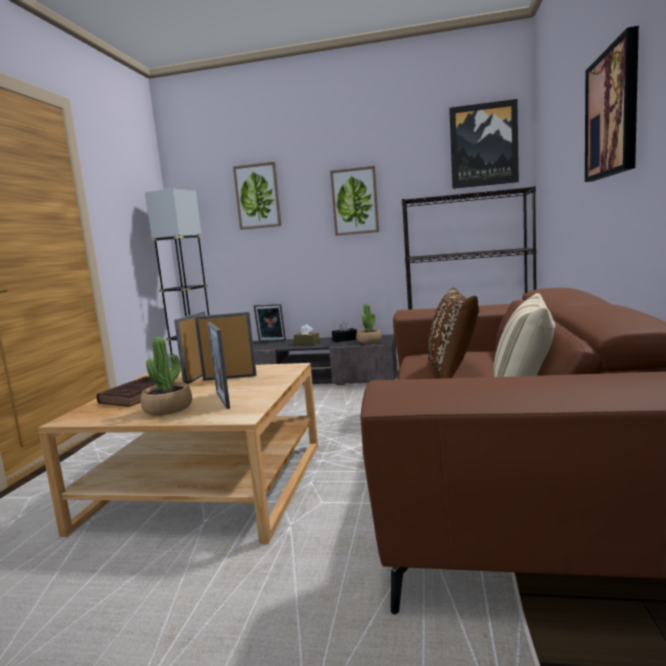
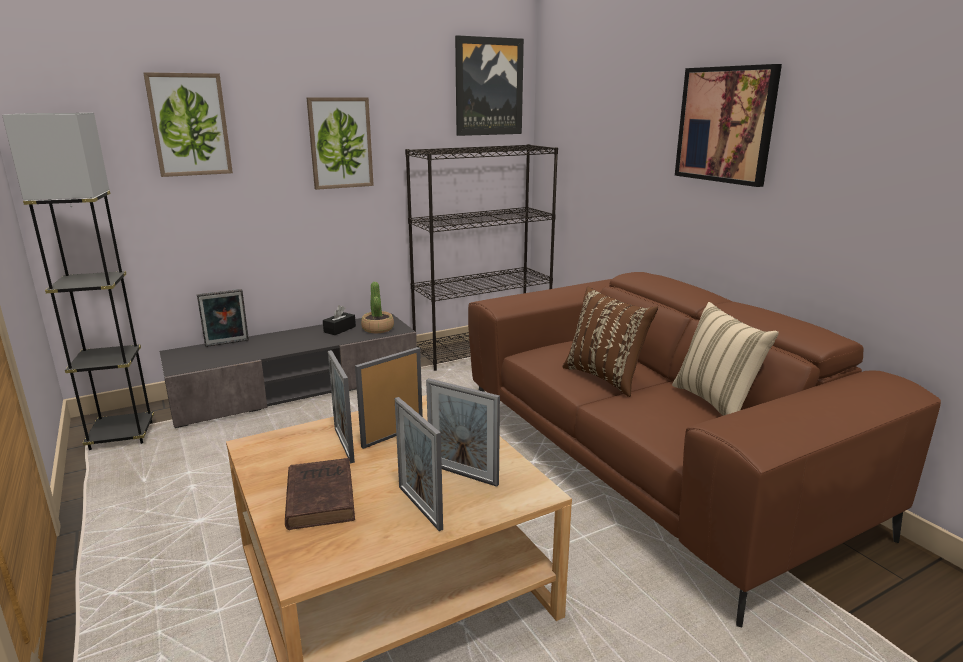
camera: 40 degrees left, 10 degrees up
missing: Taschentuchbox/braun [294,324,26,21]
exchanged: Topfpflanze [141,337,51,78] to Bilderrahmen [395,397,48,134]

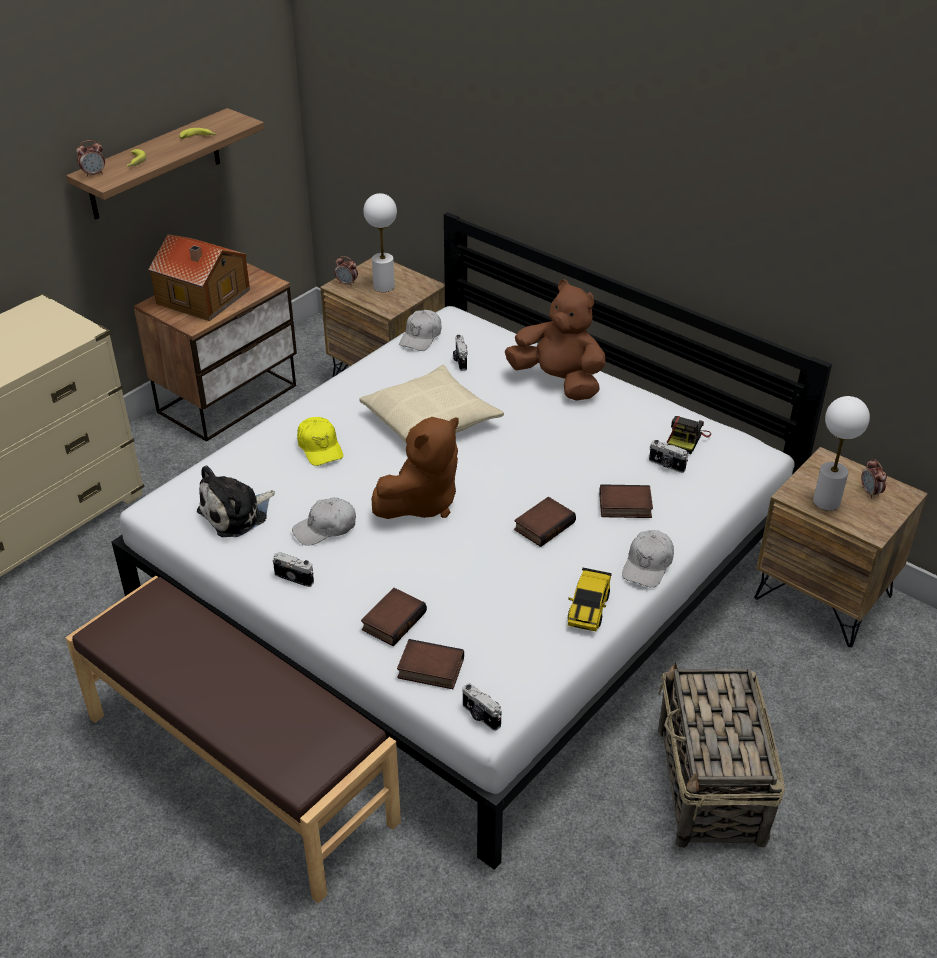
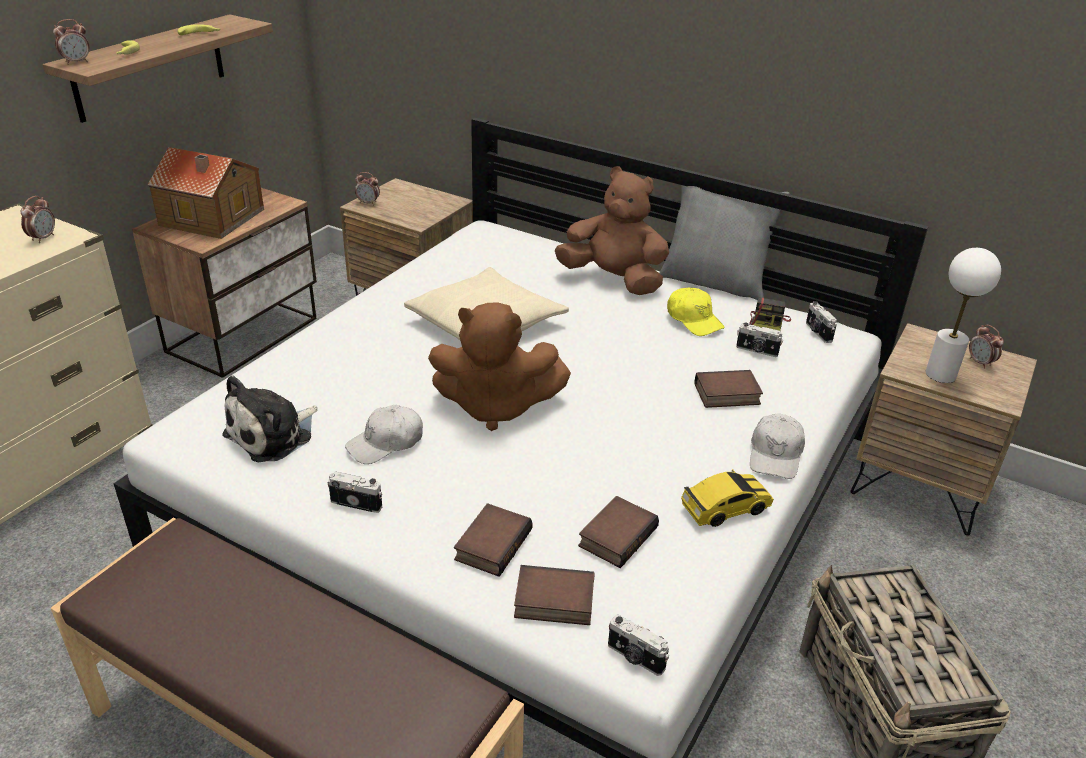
camera: 10 degrees left, 5 degrees down
missing: Tischlampe/weiß [363,193,34,99]; Kappe/weiß [399,310,43,41]
appeared: Wecker [20,196,35,47]; Kissen/grau [659,185,131,115]
relocated: Buch [514,497,62,50] to [578,496,81,72]; Kappe/gelb [297,417,46,49] to [667,287,58,49]; Kamera [453,335,15,36] to [806,301,31,42]
spun: Plüschtier/braun [371,417,88,102] = [428,302,143,129] 60 degrees clockwise; Spielzeugauto [568,568,44,63] = [681,469,93,58] 120 degrees counterclockwise

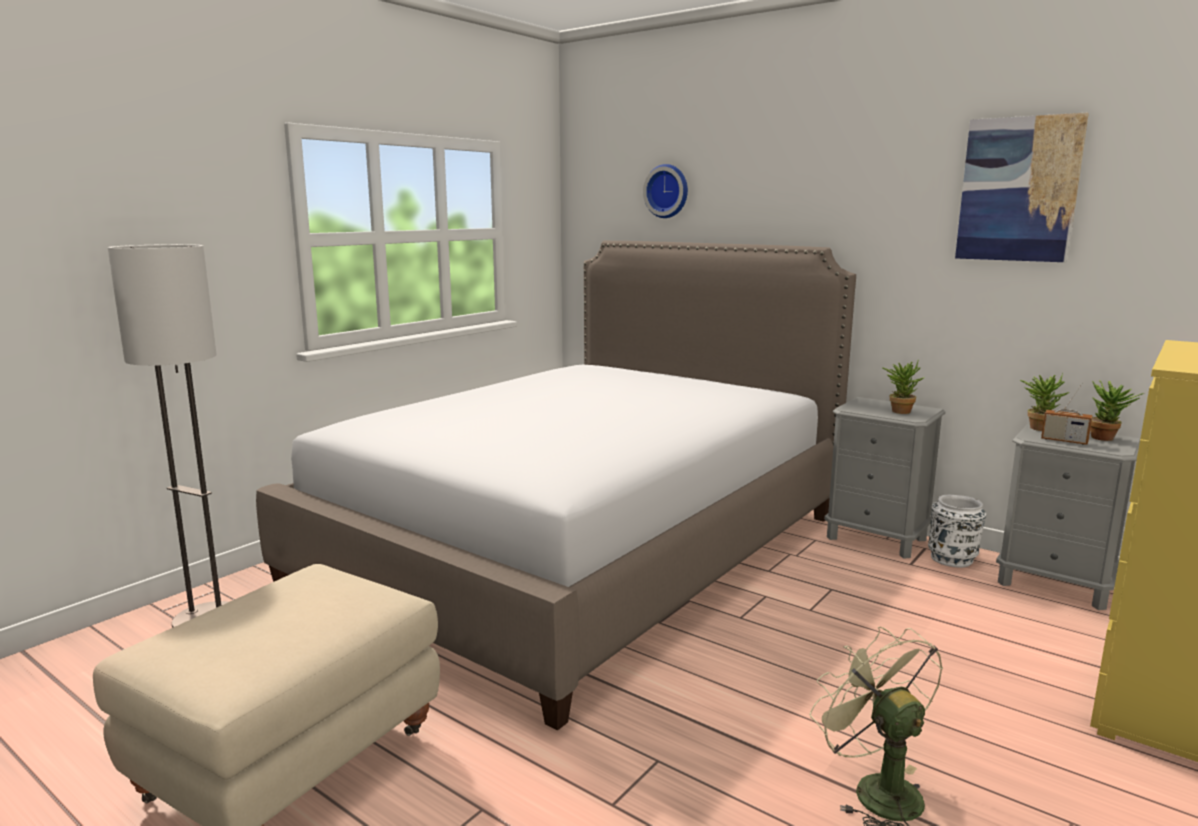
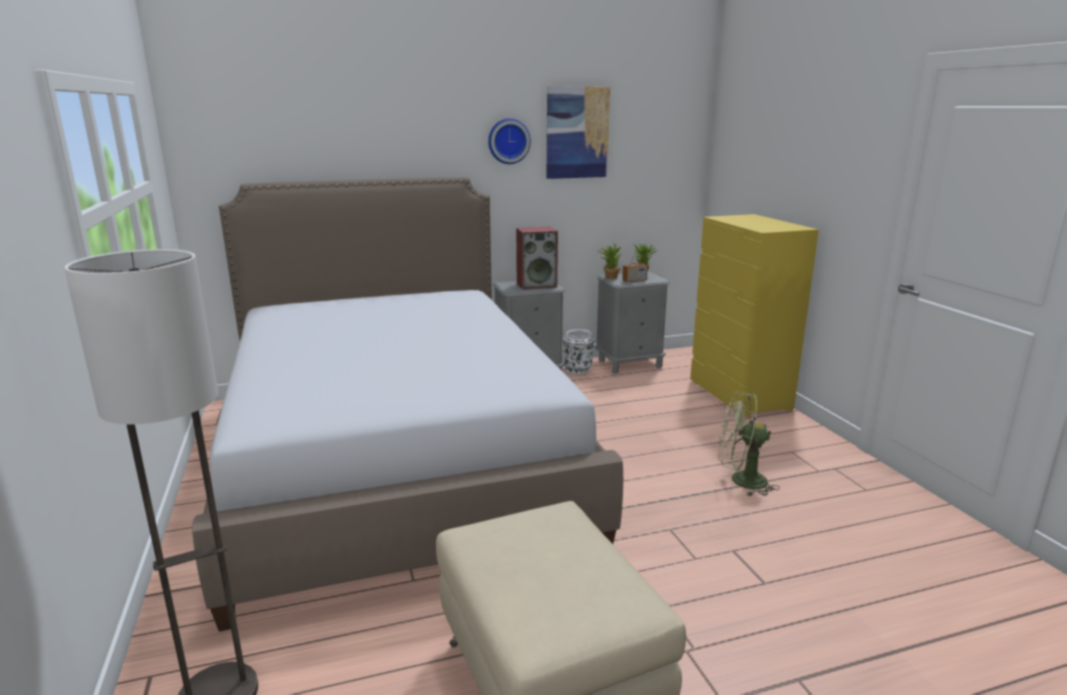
camera: 55 degrees left, 5 degrees up
relocated: Wanduhr [643,164,45,54] to [488,118,43,46]
exchanged: Topfpflanze [882,359,43,55] to Lautsprecher [516,227,42,63]

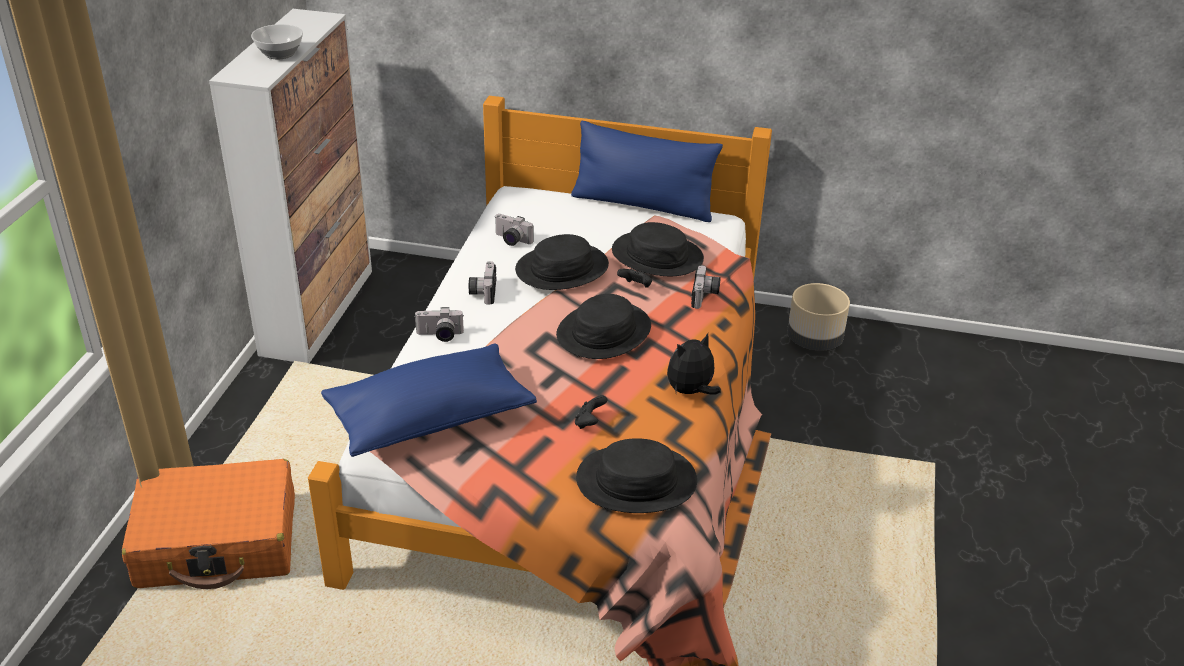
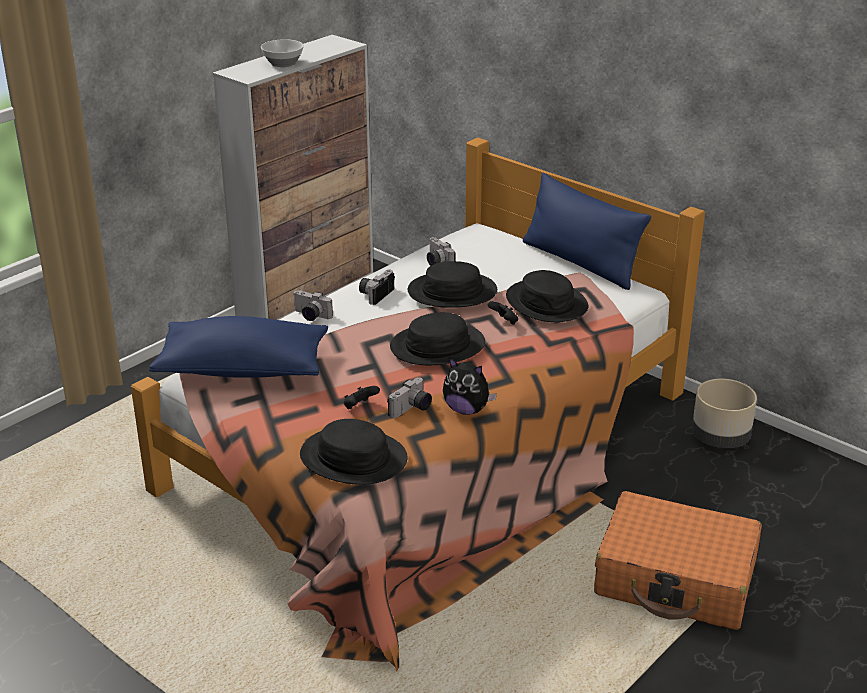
camera: 30 degrees right, 5 degrees down
relocated: Kamera [691,266,30,43] to [387,377,45,41]; Koffer/orange [122,459,173,130] to [594,491,168,139]
spun: Plüschtier [667,333,54,61] = [443,358,54,57] 150 degrees counterclockwise

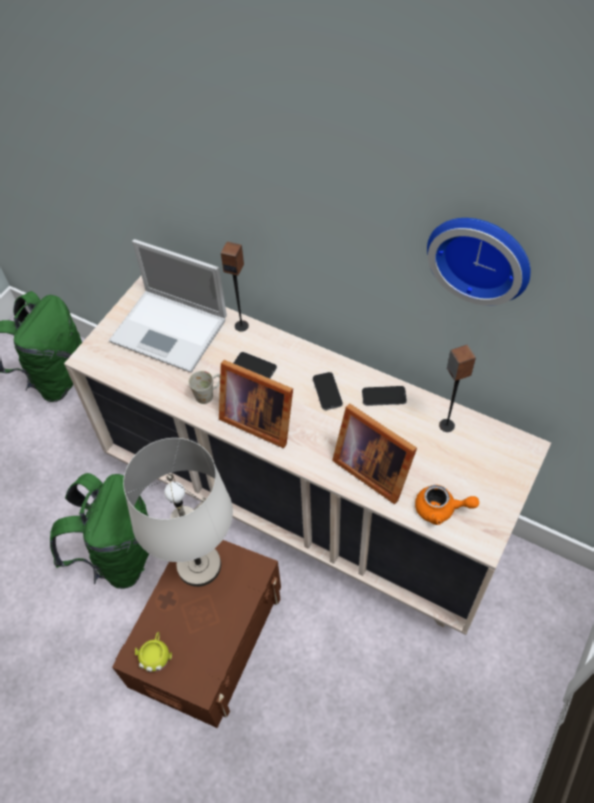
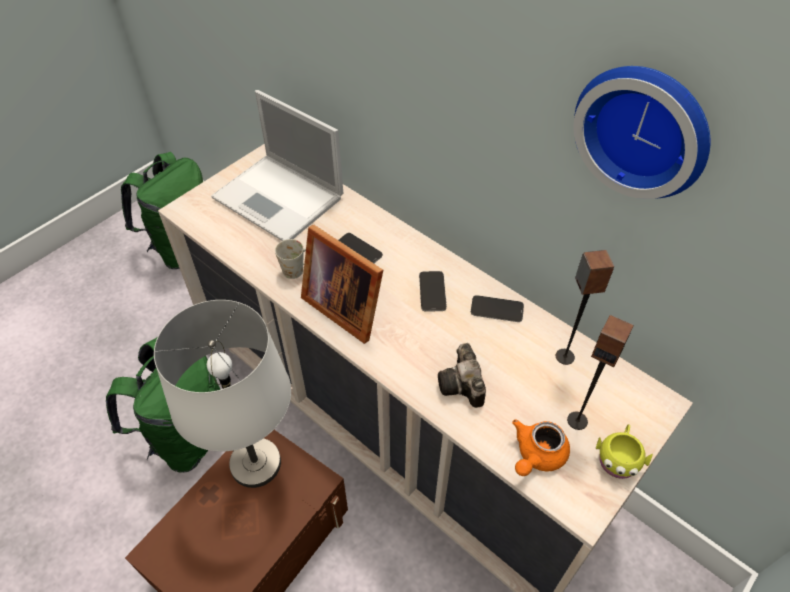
camera: 10 degrees right, 5 degrees down
relocated: Lautsprecher [221,241,28,91] to [567,315,67,115]; Henkelbecher/gelb [135,632,37,40] to [596,424,57,55]
exchanged: Bilderrahmen [332,404,85,100] to Kamera [438,343,48,65]
spun: Teekanne/orange [415,485,64,40] = [512,419,58,57] 105 degrees clockwise

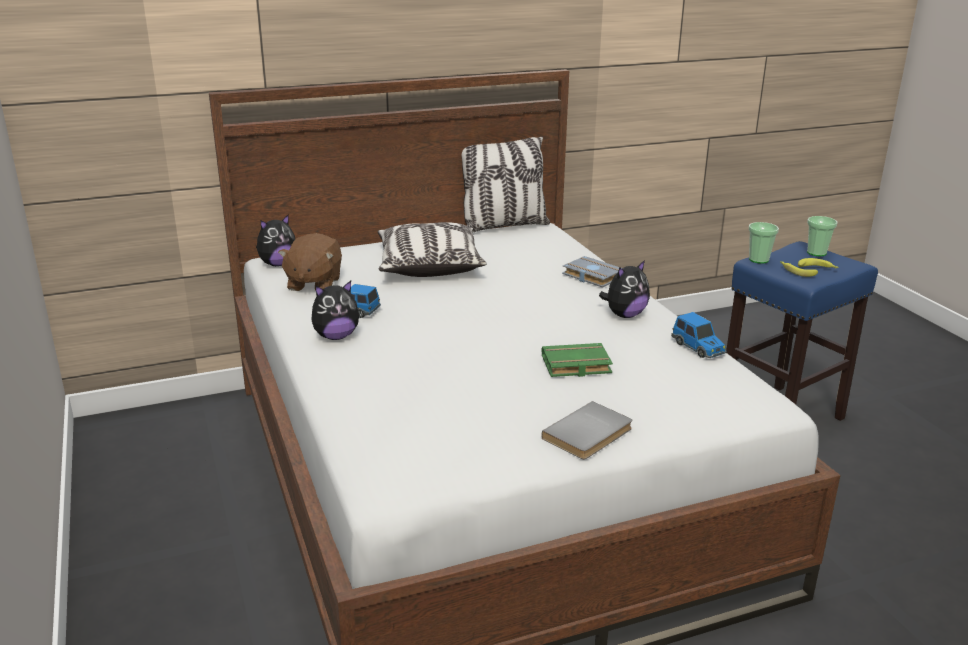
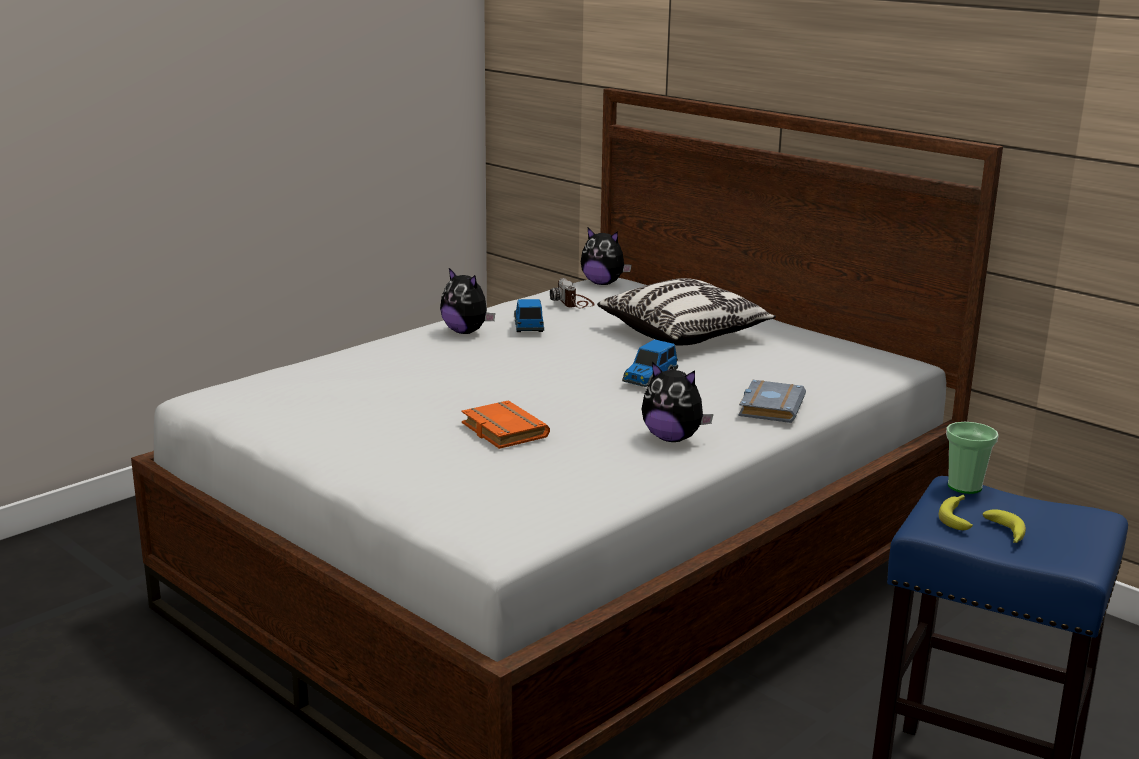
camera: 65 degrees right, 5 degrees down
missing: Kissen [462,137,88,96]; Buch/grau [541,401,91,58]; Tasse [807,216,31,40]
relocated: Spielzeugauto [671,312,56,46] to [622,339,56,48]
exchanged: Plüschtier/braun [278,233,64,58] to Kamera [550,278,45,30]
colour: Buch/grün [542,343,71,34] to Buch/orange [462,400,88,49]

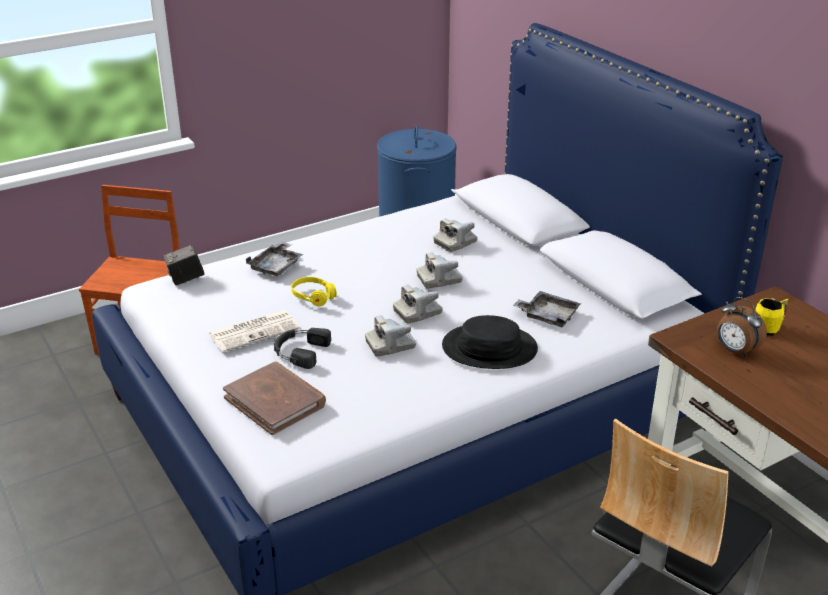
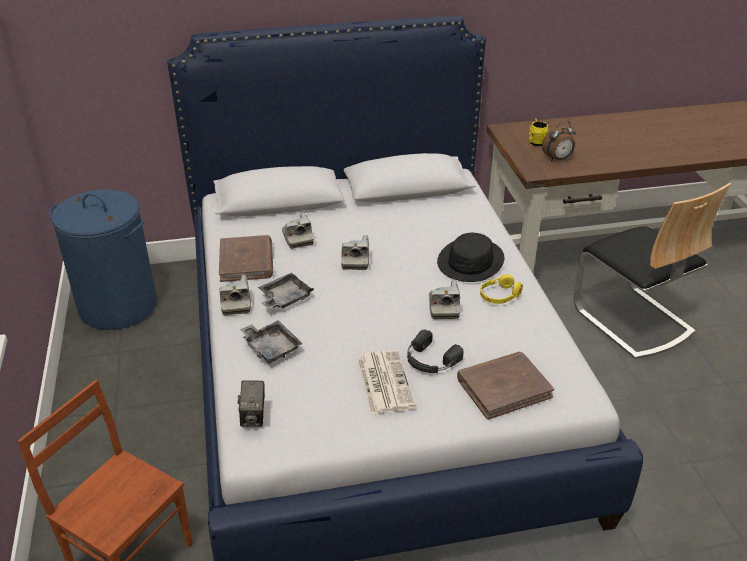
camera: 70 degrees left, 5 degrees up
appeared: Buch/braun [219,235,54,47]
relocated: Kamera [393,285,50,39] to [220,275,31,40]; Tablett/grau [513,291,68,36] to [258,273,56,36]; Kopfhörer/gelb [291,277,46,29] to [480,274,43,30]

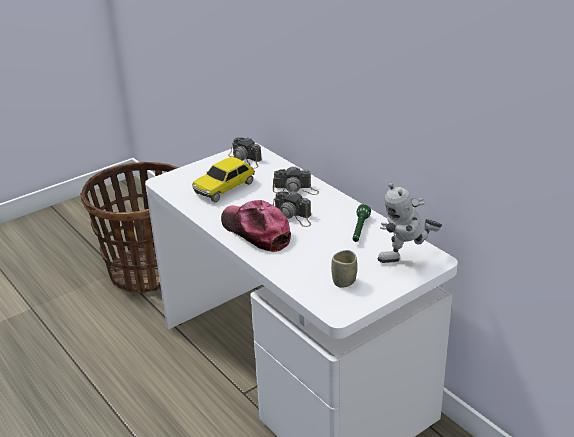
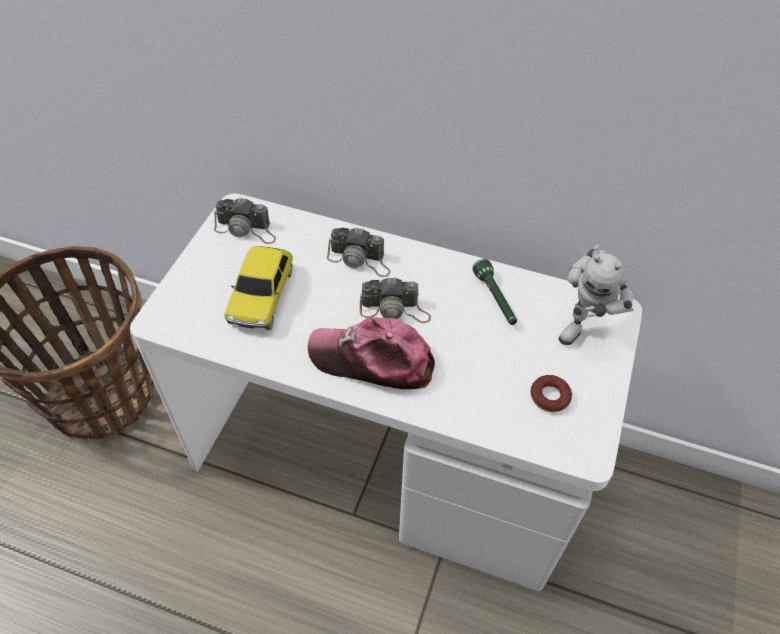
camera: 35 degrees left, 20 degrees up
exchanged: Tasse [331,250,26,38] to Donut [531,375,41,37]
spun: Kamera [273,166,46,29] = [327,228,64,49] 45 degrees clockwise

